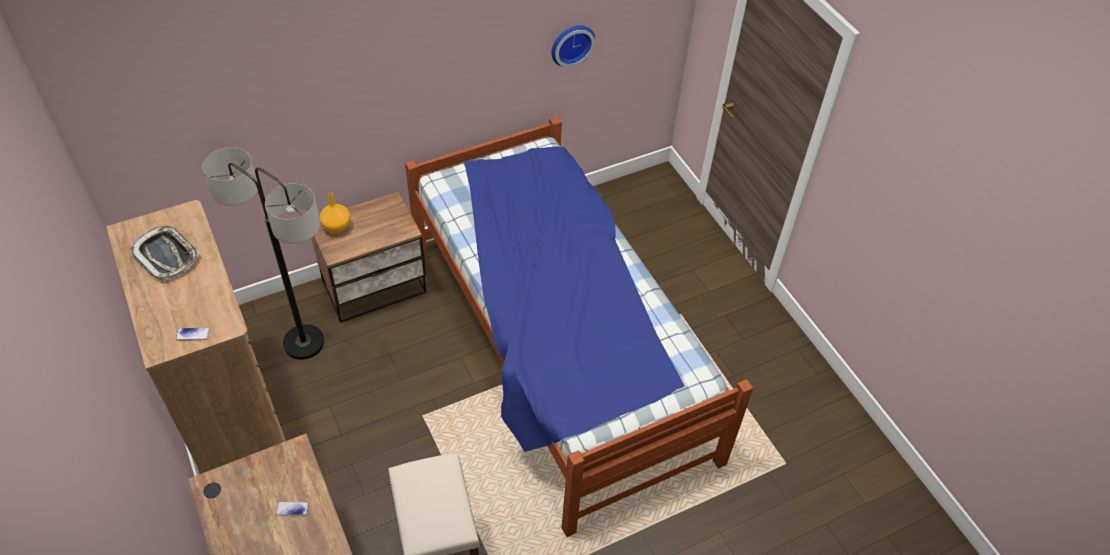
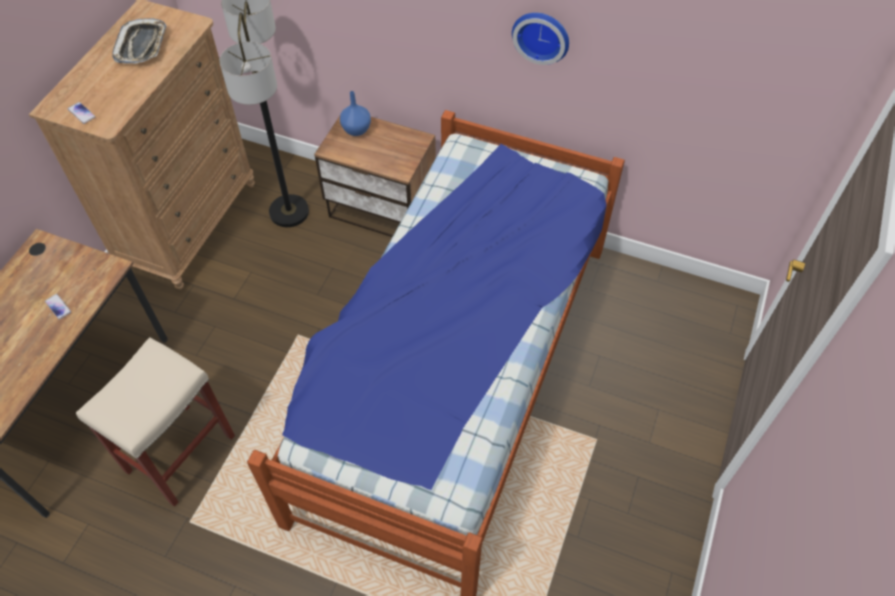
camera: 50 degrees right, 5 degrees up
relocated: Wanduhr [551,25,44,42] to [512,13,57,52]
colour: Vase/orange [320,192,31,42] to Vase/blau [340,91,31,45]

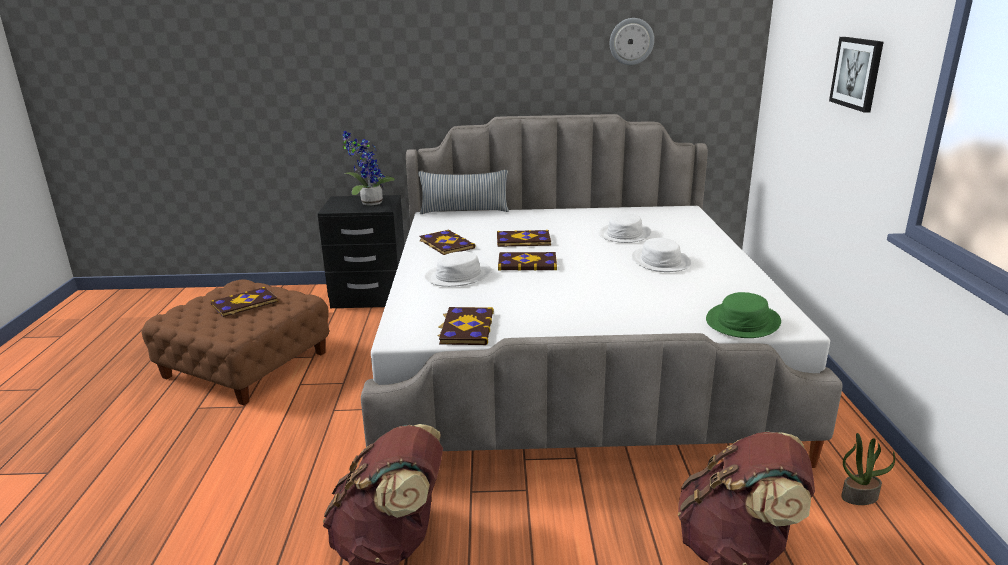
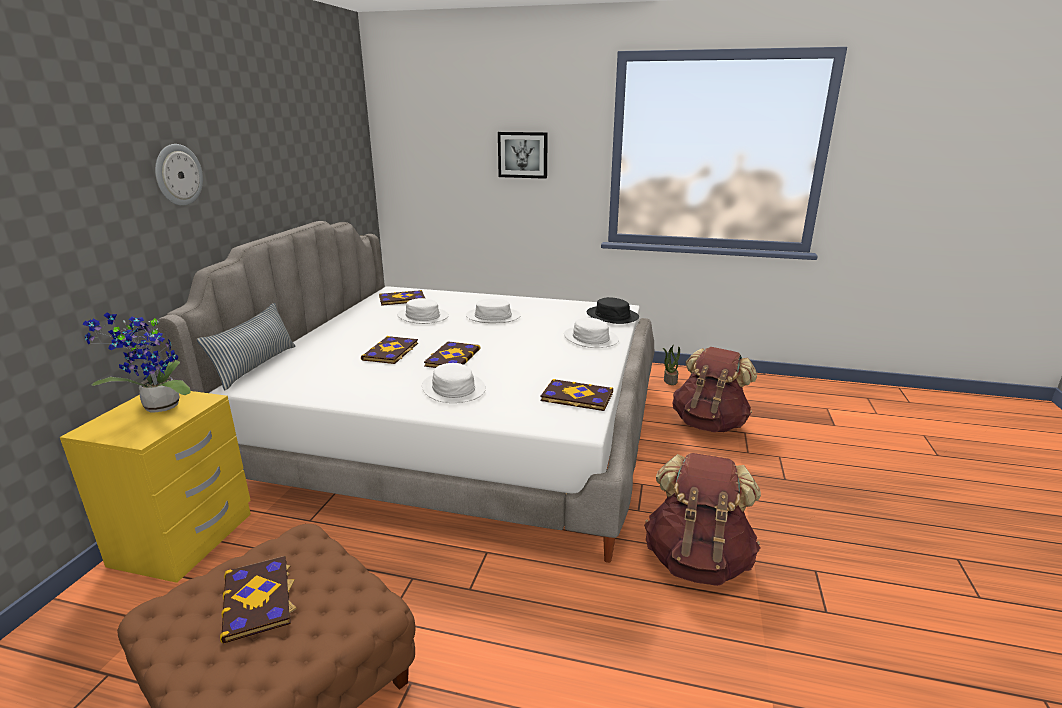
camera: 75 degrees left, 0 degrees up
appeared: Hut/weiß [564,318,55,30]
relocated: Wanduhr [610,18,44,47] to [155,144,48,62]; Buch [419,229,56,26] to [379,290,46,16]
colour: Nachttisch/schwarz [318,195,87,113] to Nachttisch/gelb [60,391,191,192]; Hut/grün [706,292,75,46] to Hut/schwarz [587,297,52,27]

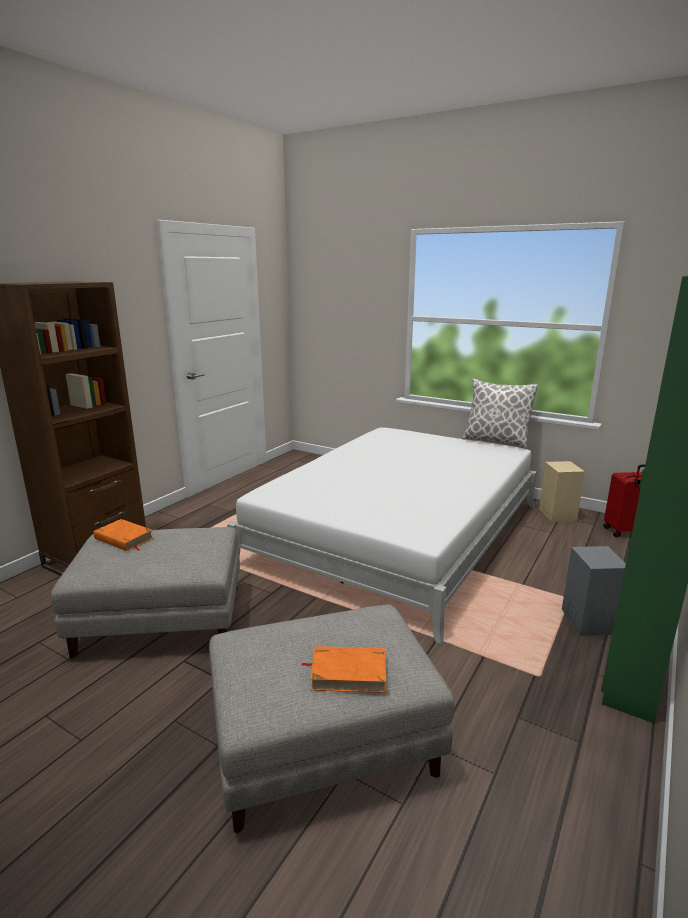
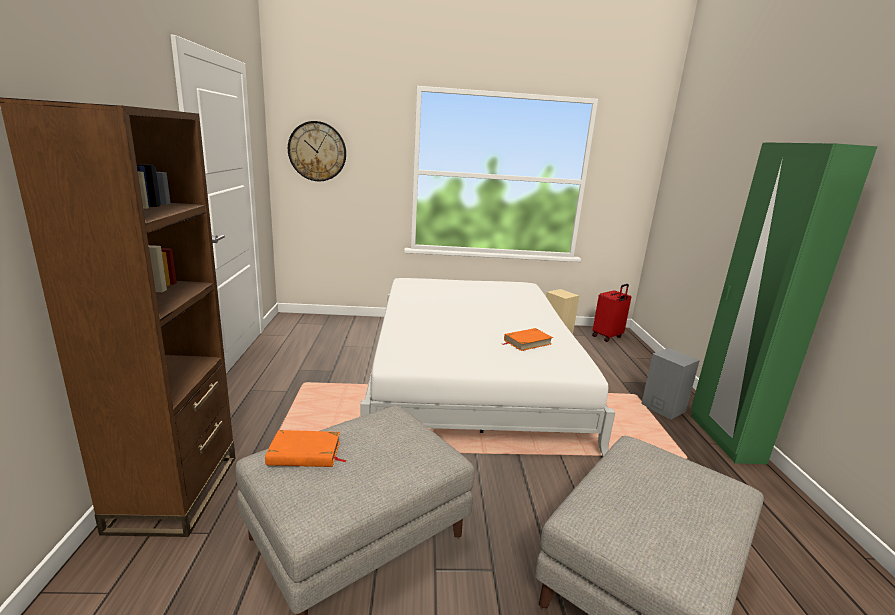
camera: 35 degrees left, 0 degrees up
missing: Kissen [462,379,76,69]
appeared: Wanduhr [288,121,58,60]
relocated: Buch/orange [302,646,84,47] to [503,328,50,23]

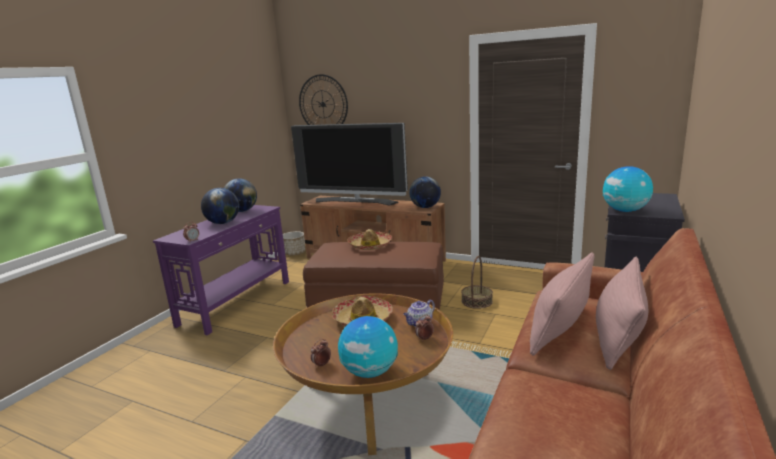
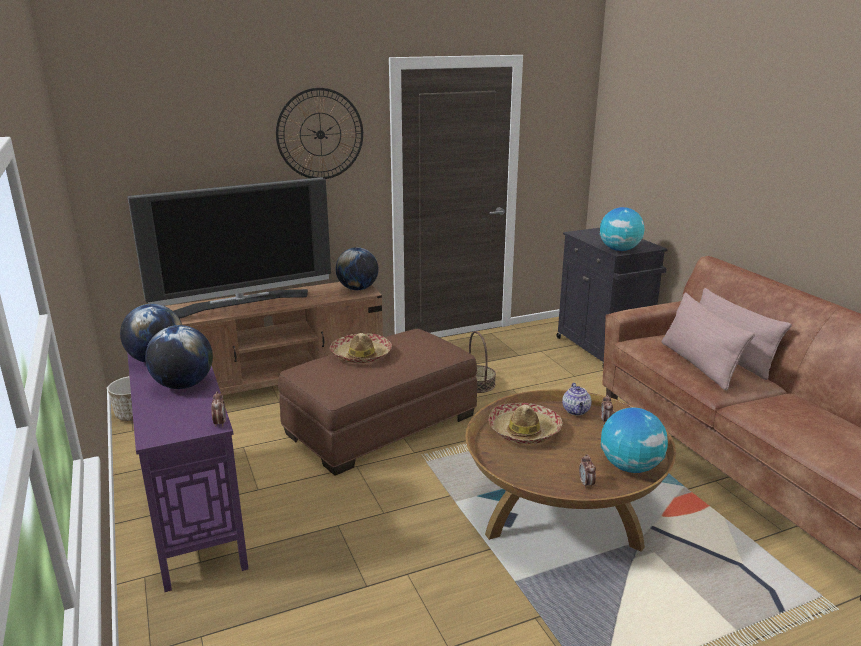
camera: 50 degrees left, 5 degrees up
relocated: Wanduhr [299,74,49,51] to [276,88,87,91]

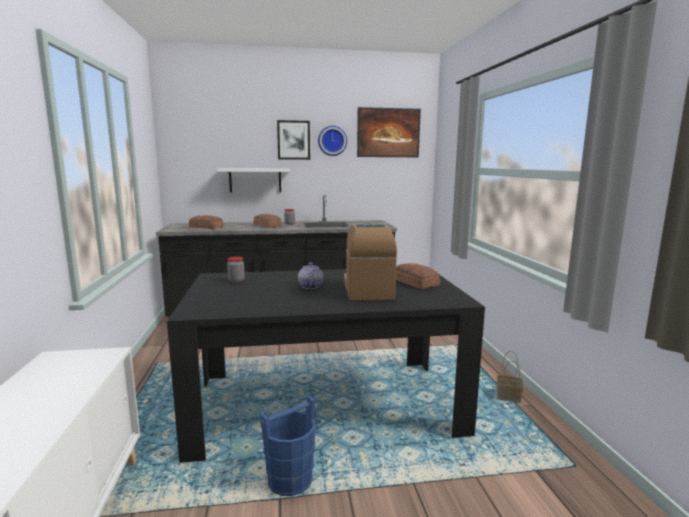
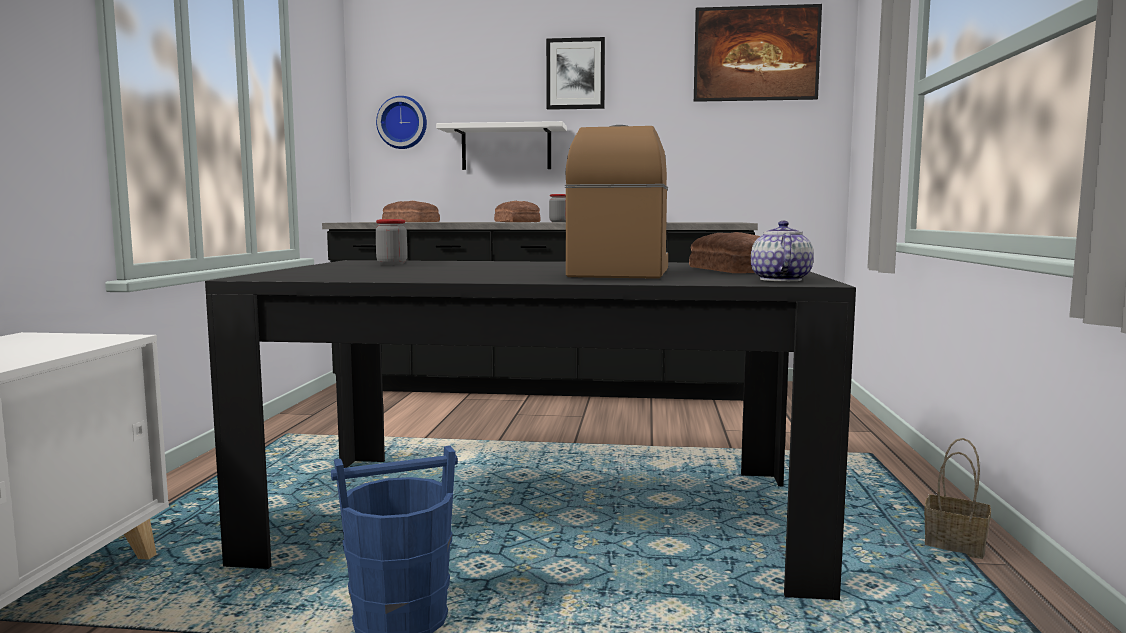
camera: 15 degrees right, 5 degrees down
relocated: Wanduhr [318,126,29,30] to [376,96,51,53]; Teekanne [298,263,26,26] to [751,221,63,60]

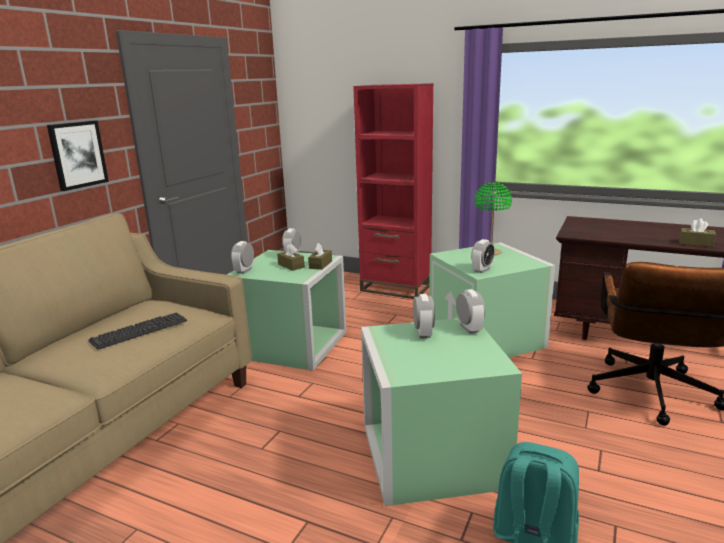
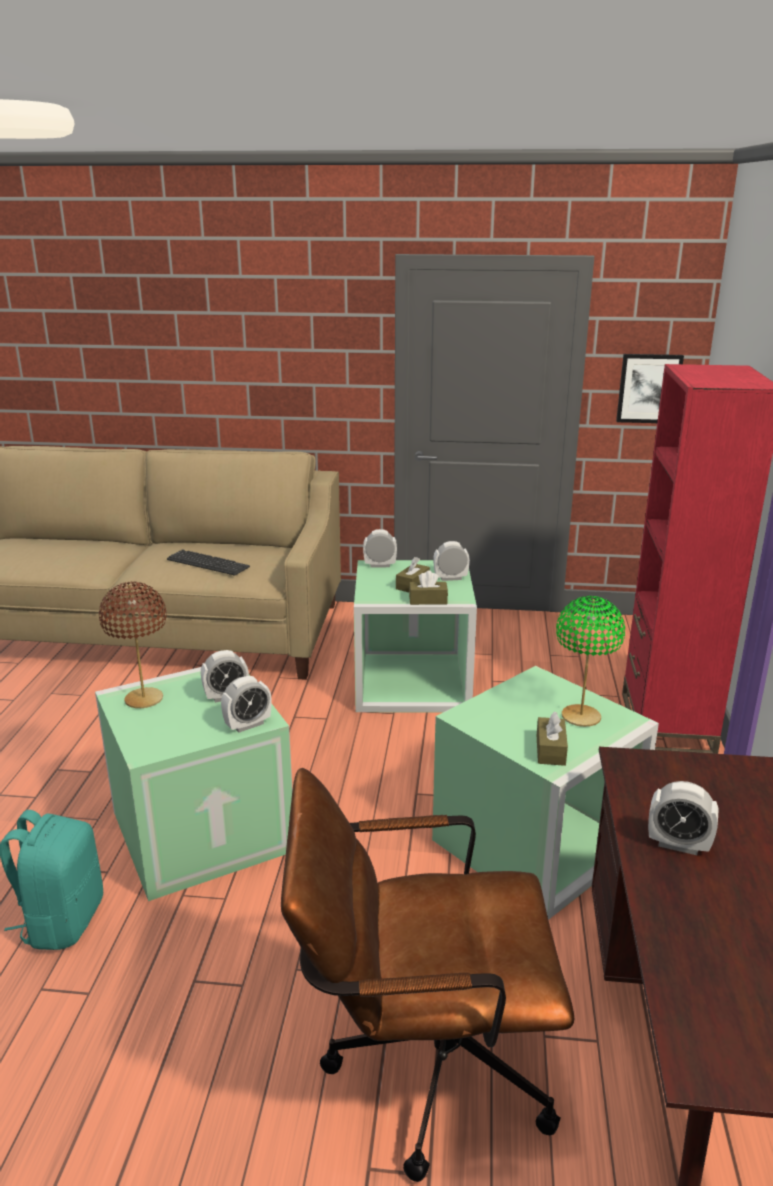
camera: 70 degrees right, 5 degrees up
appeared: Tischlampe/braun [99,582,68,126]
relocated: Taschentuchbox/braun [679,218,37,29] to [537,711,31,55]; Bild [47,120,62,71] to [616,354,68,69]; Wecker [471,239,24,34] to [648,781,70,74]

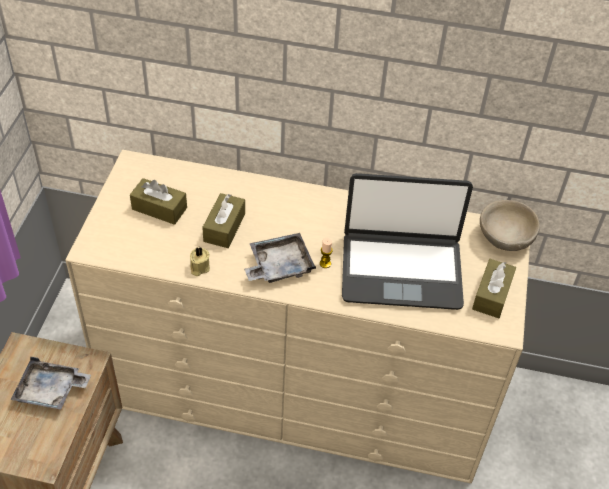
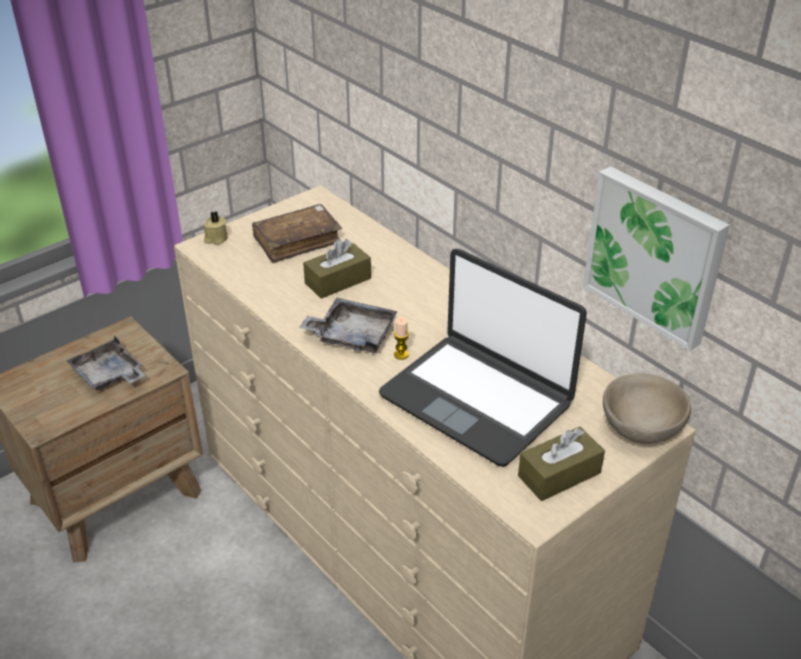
camera: 40 degrees right, 10 degrees down
appeared: Bild [583,166,147,185]
relocated: Kerze/beige [190,247,20,29] to [204,211,24,34]
exchanged: Taschentuchbox/braun [130,178,57,47] to Buch/braun [252,204,90,59]

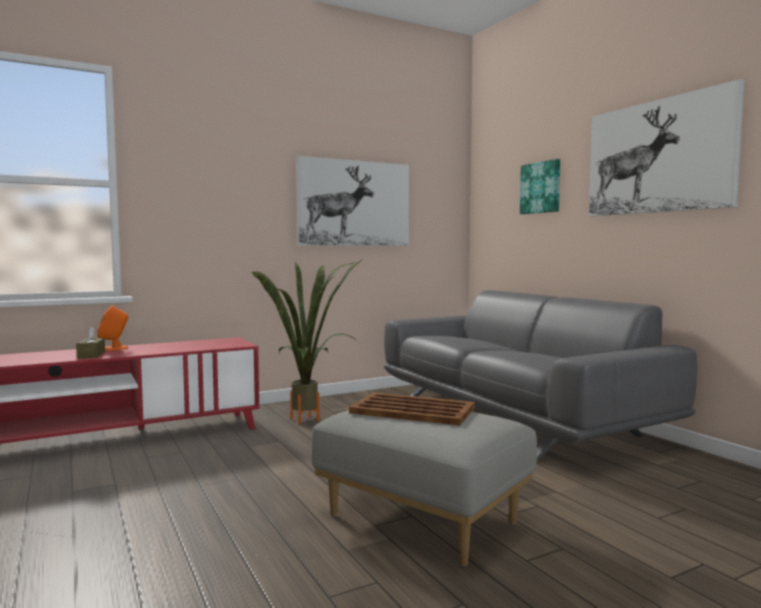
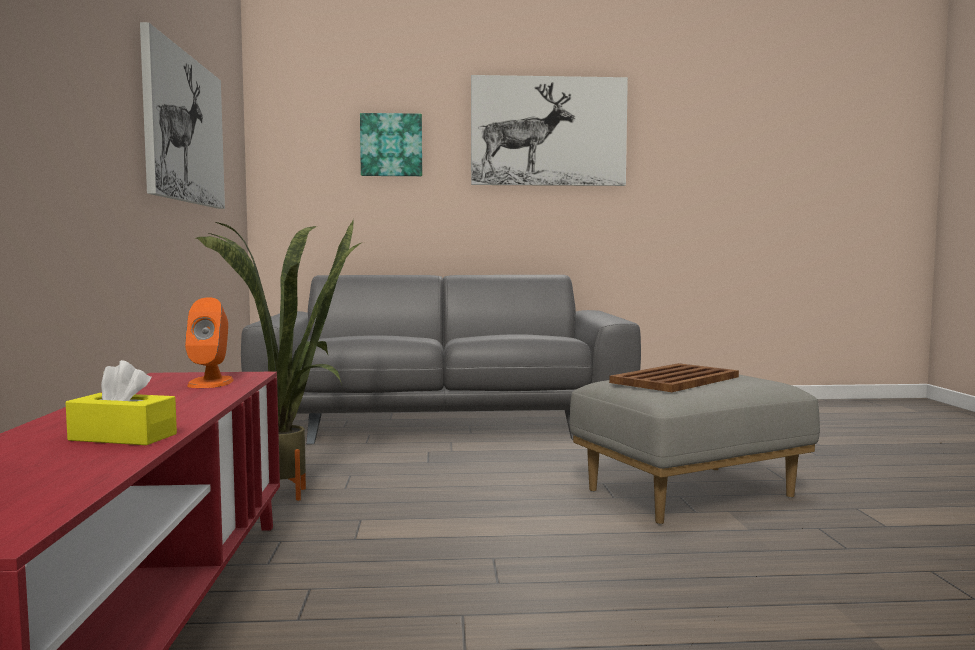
camera: 65 degrees left, 0 degrees up
relocated: Lautsprecher/orange [97,306,31,45] to [185,297,49,91]
colour: Taschentuchbox/braun [76,326,29,33] to Taschentuchbox/gelb [65,360,112,85]

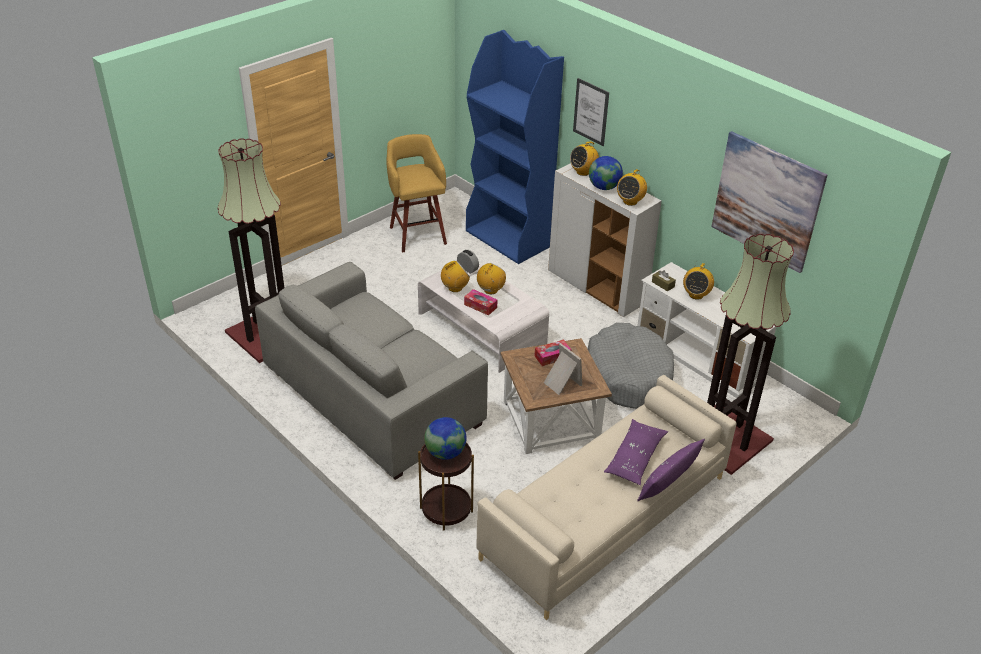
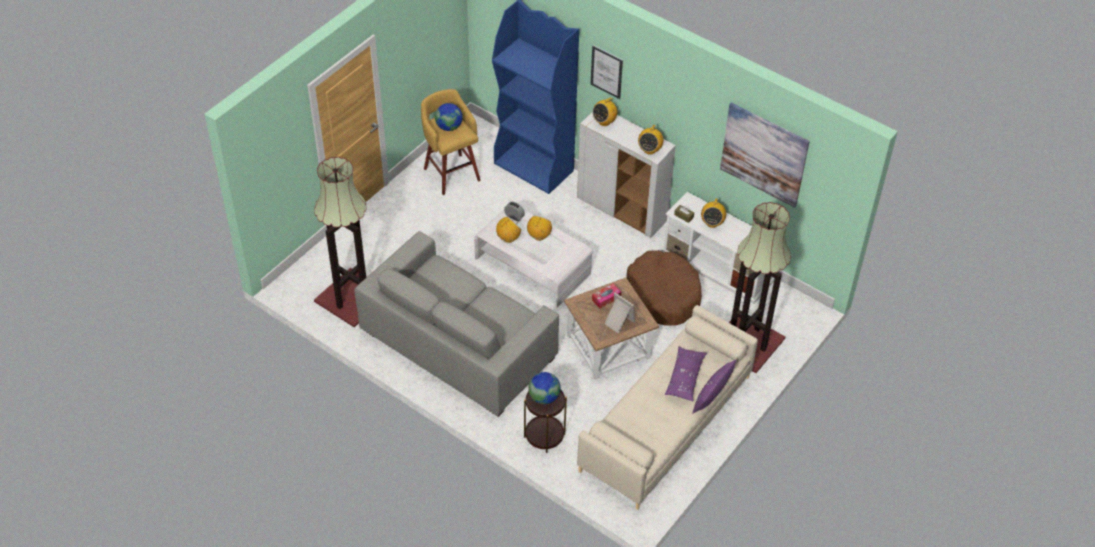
camera: 10 degrees left, 10 degrees up
missing: Taschentuchbox [464,289,33,27]
relocated: Globus [589,156,34,34] to [435,103,28,28]
colour: Hundebett/grau [588,323,86,86] to Hundebett/braun [626,250,76,76]

